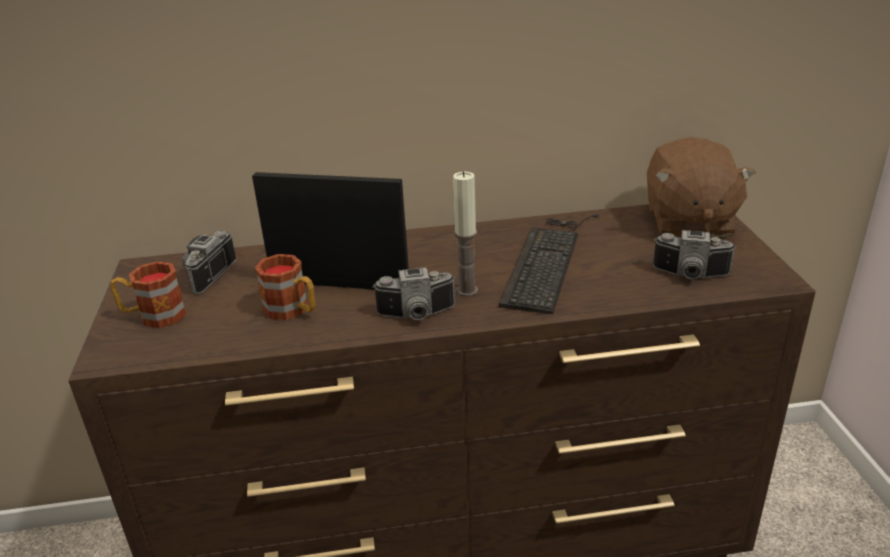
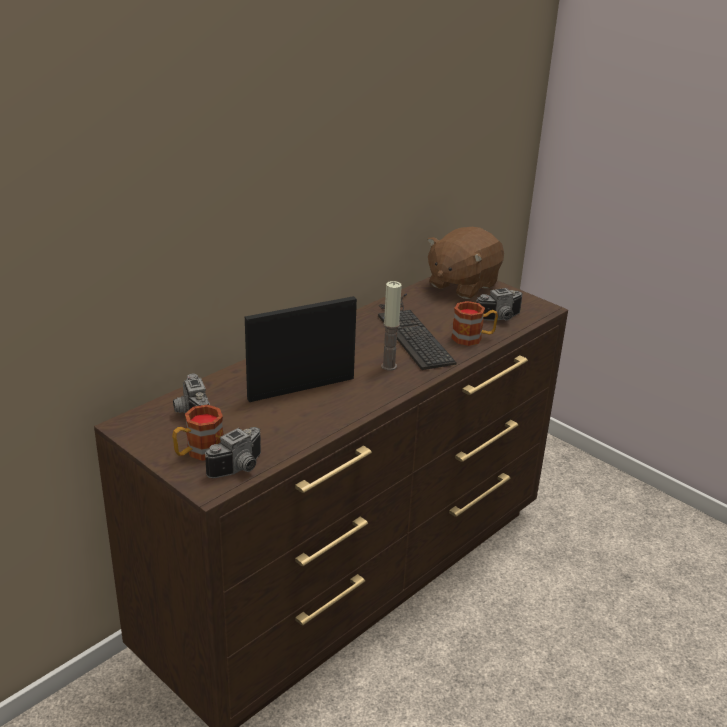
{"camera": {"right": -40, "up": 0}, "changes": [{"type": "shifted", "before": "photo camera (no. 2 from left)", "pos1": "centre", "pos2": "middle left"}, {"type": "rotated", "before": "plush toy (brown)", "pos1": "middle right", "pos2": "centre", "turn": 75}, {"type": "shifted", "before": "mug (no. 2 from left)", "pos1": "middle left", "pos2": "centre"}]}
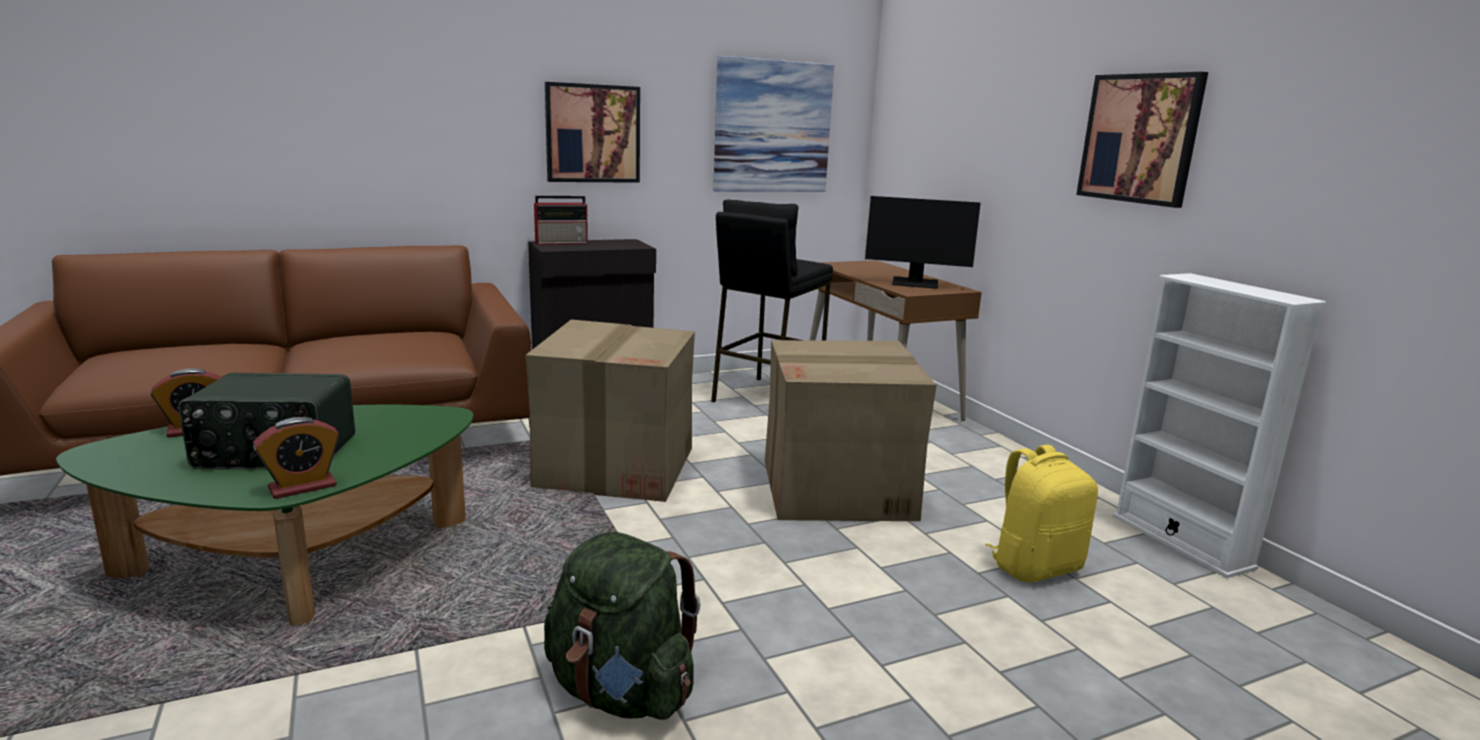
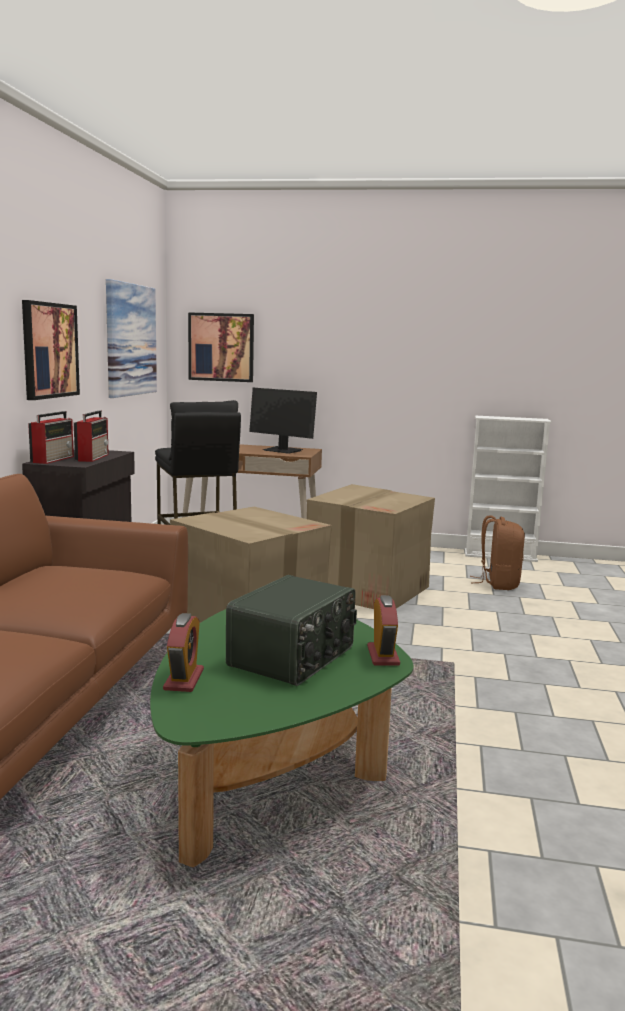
{"camera": {"right": -55, "up": -5}, "changes": [{"type": "new", "after": "radio (no. 2 from left)", "pos2": "middle left"}, {"type": "shifted", "before": "picture (no. 3 from left)", "pos1": "top right", "pos2": "centre"}, {"type": "rotated", "before": "monitor", "pos1": "top centre", "pos2": "centre", "turn": 75}, {"type": "repainted", "before": "backpack (yellow)", "after": "backpack (brown)", "pos1": "bottom right", "pos2": "middle right"}, {"type": "gone", "before": "backpack (green)", "pos1": "bottom centre"}]}
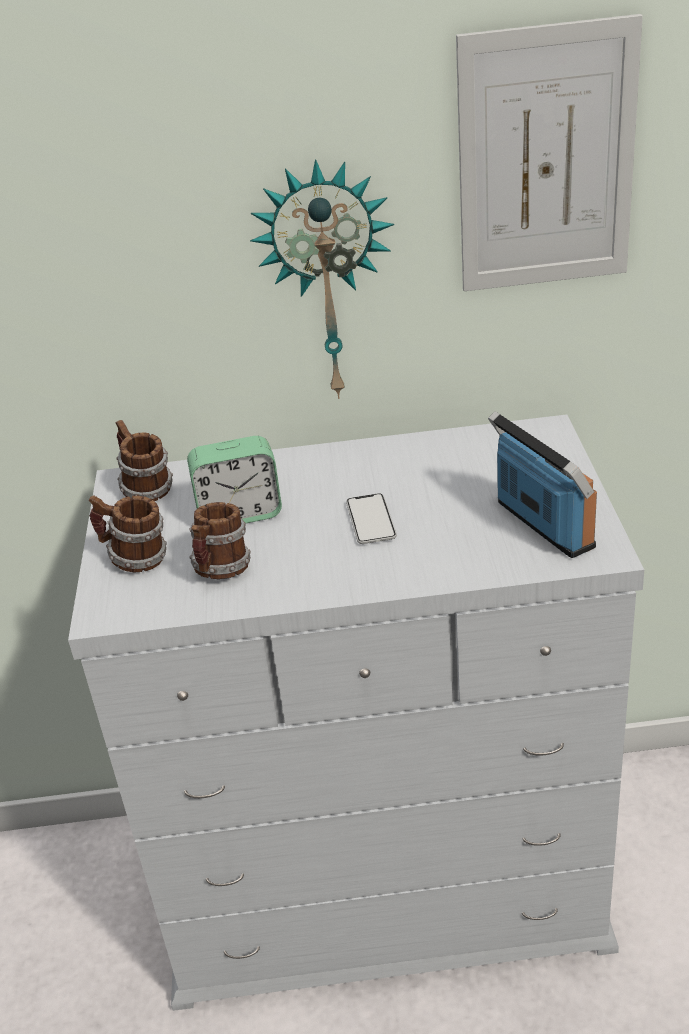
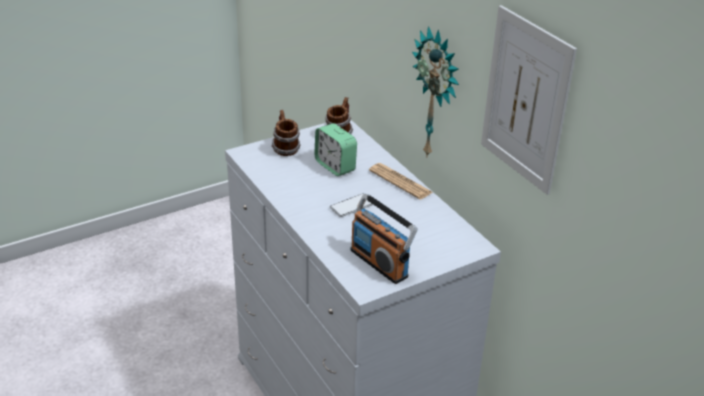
{"camera": {"right": 60, "up": 0}, "changes": [{"type": "rotated", "before": "radio", "pos1": "middle right", "pos2": "centre", "turn": 105}, {"type": "new", "after": "newspaper", "pos2": "centre"}, {"type": "gone", "before": "mug (no. 3 from left)", "pos1": "middle left"}]}
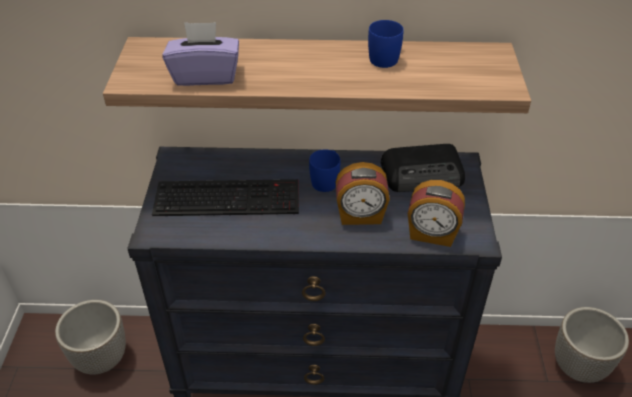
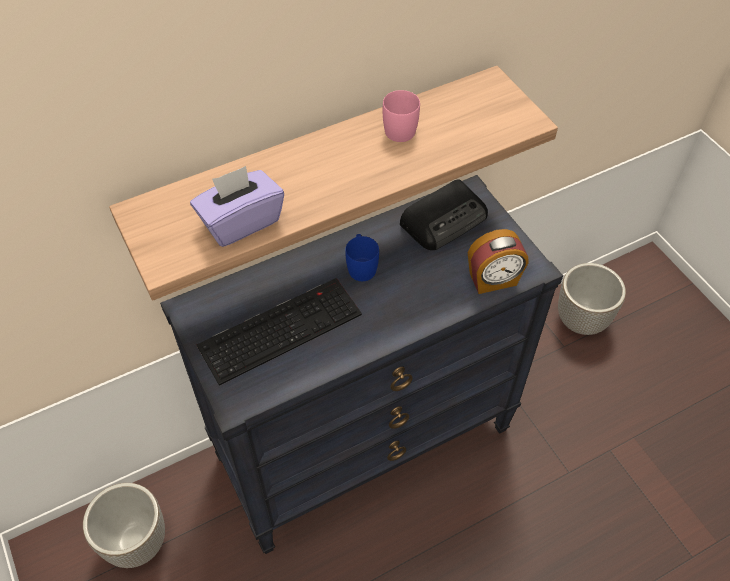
{"camera": {"right": -30, "up": 10}, "changes": [{"type": "repainted", "before": "mug (blue) (no. 2 from left)", "after": "mug (pink)", "pos1": "top centre", "pos2": "top centre"}, {"type": "gone", "before": "alarm clock (no. 1 from left)", "pos1": "centre"}]}
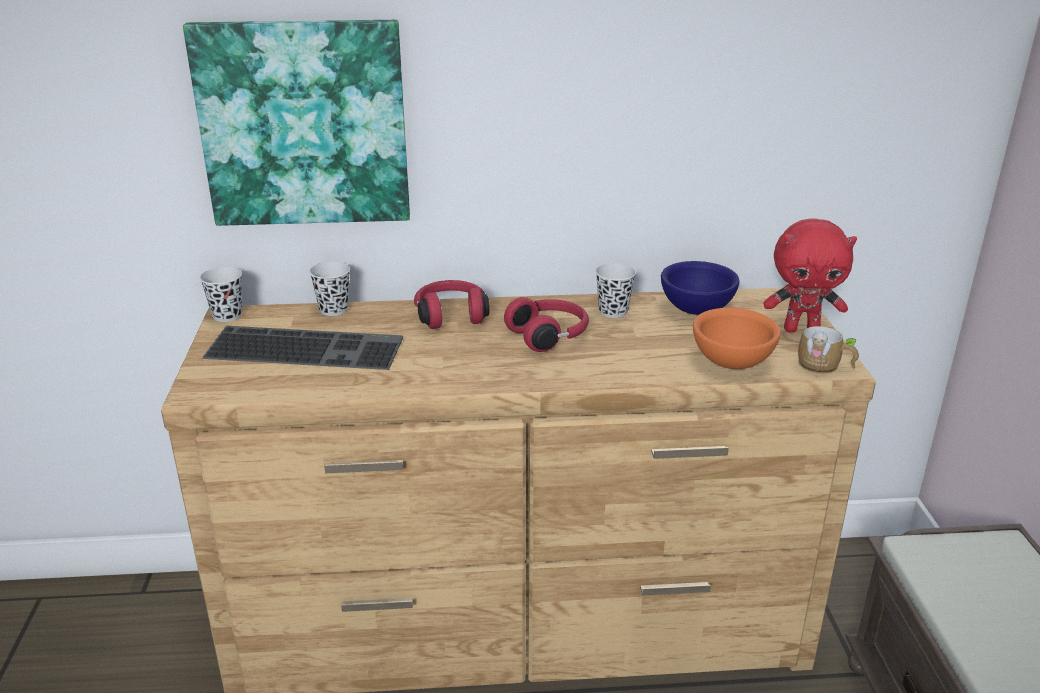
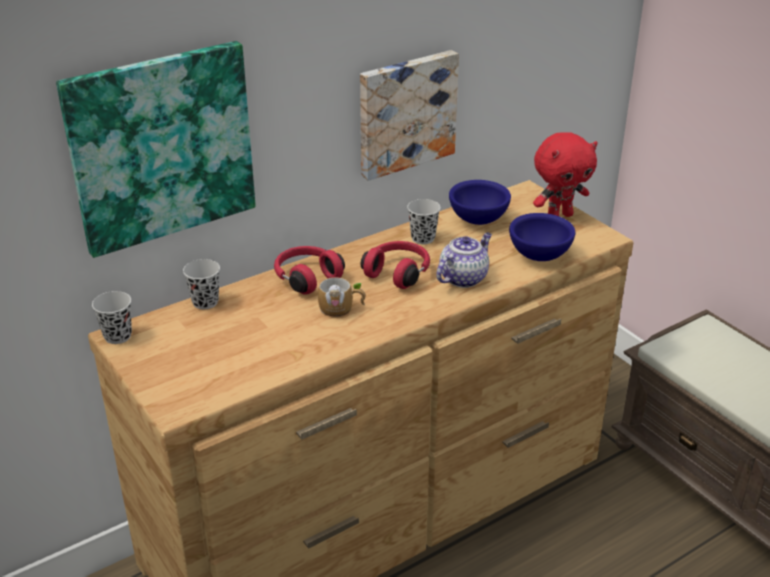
{"camera": {"right": -30, "up": 5}, "changes": [{"type": "shifted", "before": "mug", "pos1": "middle right", "pos2": "centre"}, {"type": "new", "after": "picture (no. 2 from left)", "pos2": "top centre"}, {"type": "new", "after": "teapot", "pos2": "centre"}, {"type": "repainted", "before": "bowl (orange)", "after": "bowl (blue) (no. 2 from left)", "pos1": "middle right", "pos2": "middle right"}, {"type": "gone", "before": "keyboard", "pos1": "middle left"}]}
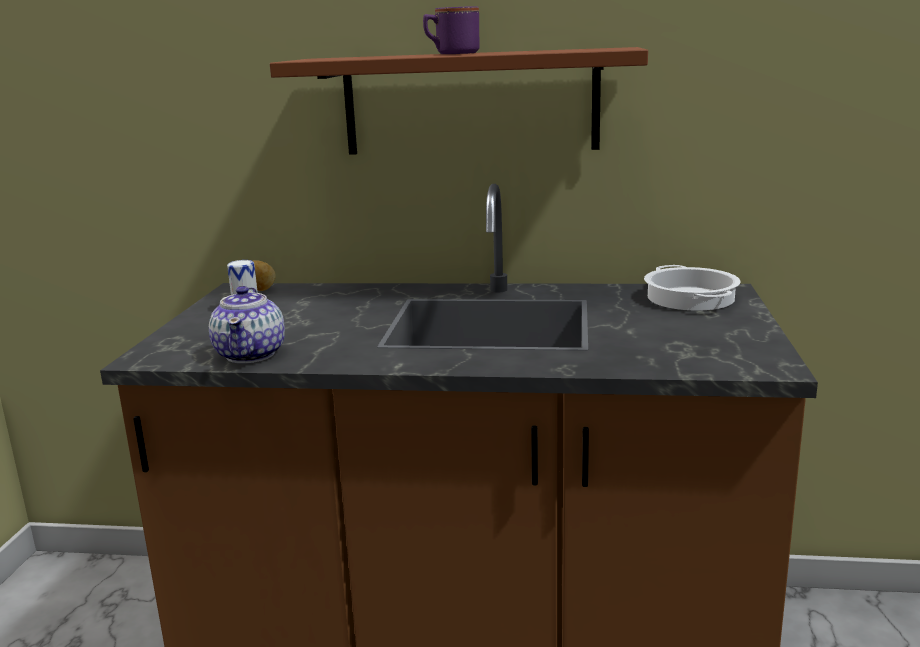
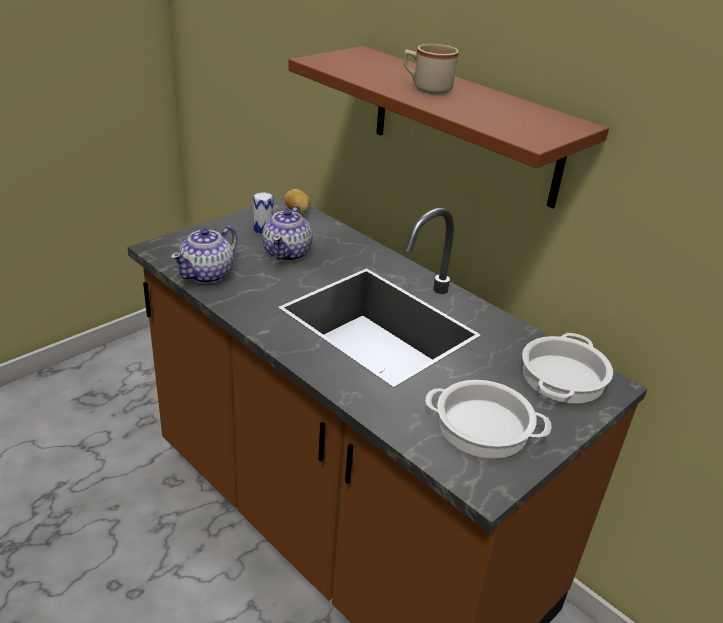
{"camera": {"right": 35, "up": 15}, "changes": [{"type": "new", "after": "teapot (no. 2 from left)", "pos2": "centre"}, {"type": "repainted", "before": "mug (purple)", "after": "mug (beige)", "pos1": "top centre", "pos2": "top centre"}, {"type": "new", "after": "cooking pot (no. 1 from left)", "pos2": "bottom right"}]}
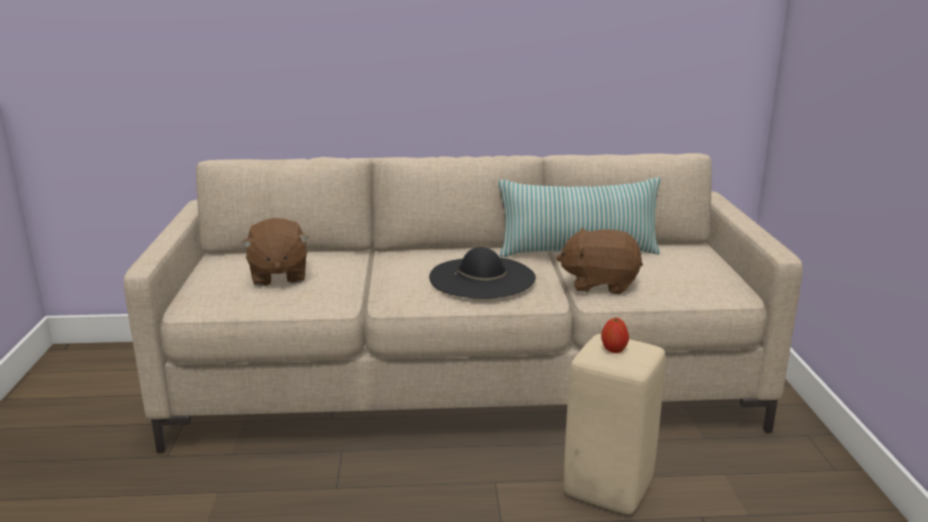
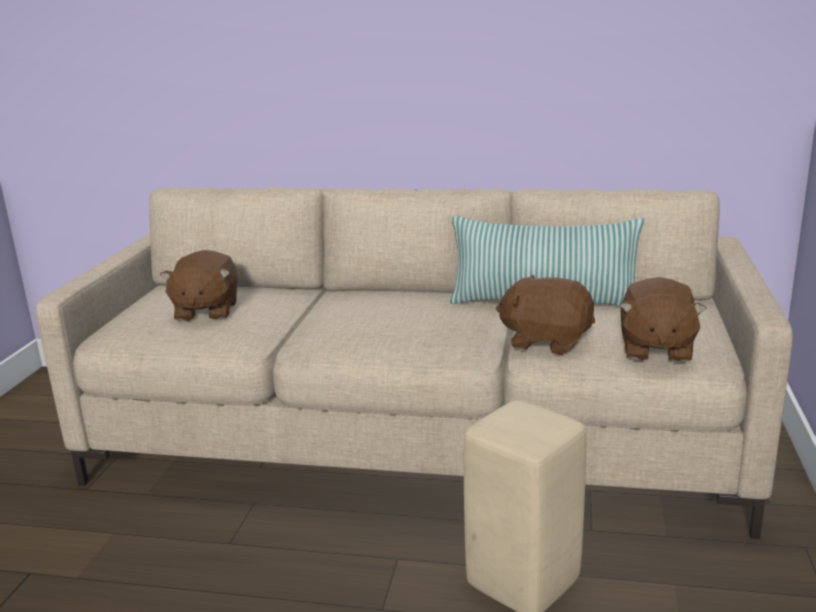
{"camera": {"right": 15, "up": 0}, "changes": [{"type": "new", "after": "plush toy (brown) (no. 3 from left)", "pos2": "middle right"}, {"type": "gone", "before": "hat (black)", "pos1": "centre"}, {"type": "gone", "before": "apple", "pos1": "centre"}]}
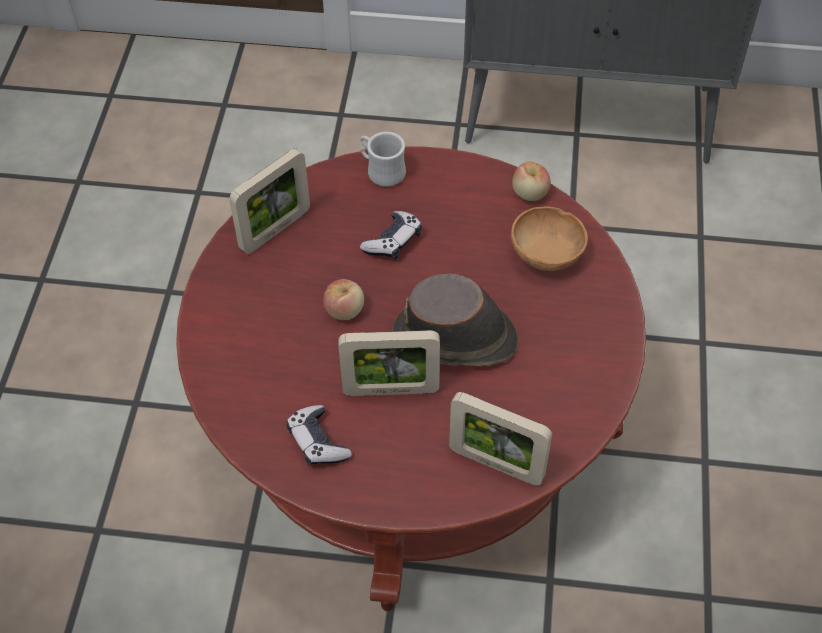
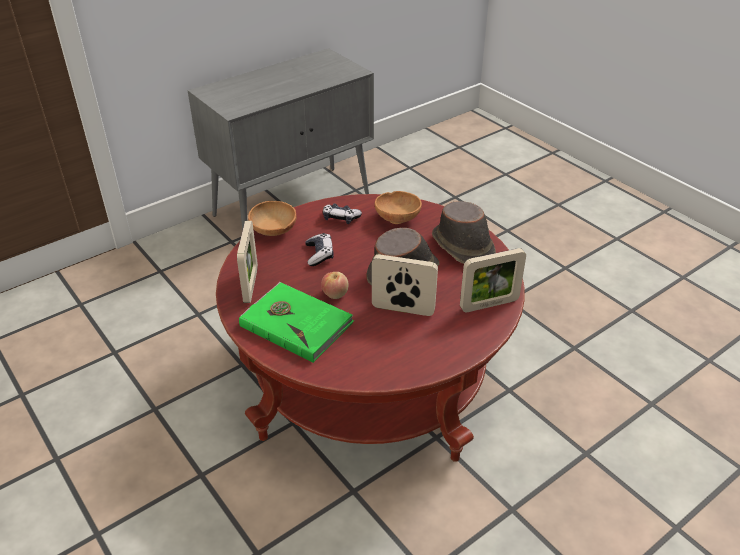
{"camera": {"right": -45, "up": -15}, "changes": [{"type": "new", "after": "book (green)", "pos2": "centre"}, {"type": "swapped", "before": "mug (white)", "after": "bowl (brown) (no. 1 from left)", "pos1": "top centre", "pos2": "centre"}, {"type": "shifted", "before": "game controller (no. 1 from left in the first image)", "after": "game controller (no. 2 from left)", "pos1": "bottom centre", "pos2": "centre"}, {"type": "rotated", "before": "picture frame (no. 2 from left)", "pos1": "centre", "pos2": "centre", "turn": -120}, {"type": "new", "after": "hat (brown) (no. 2 from left)", "pos2": "centre"}, {"type": "gone", "before": "apple (no. 2 from left)", "pos1": "top centre"}]}
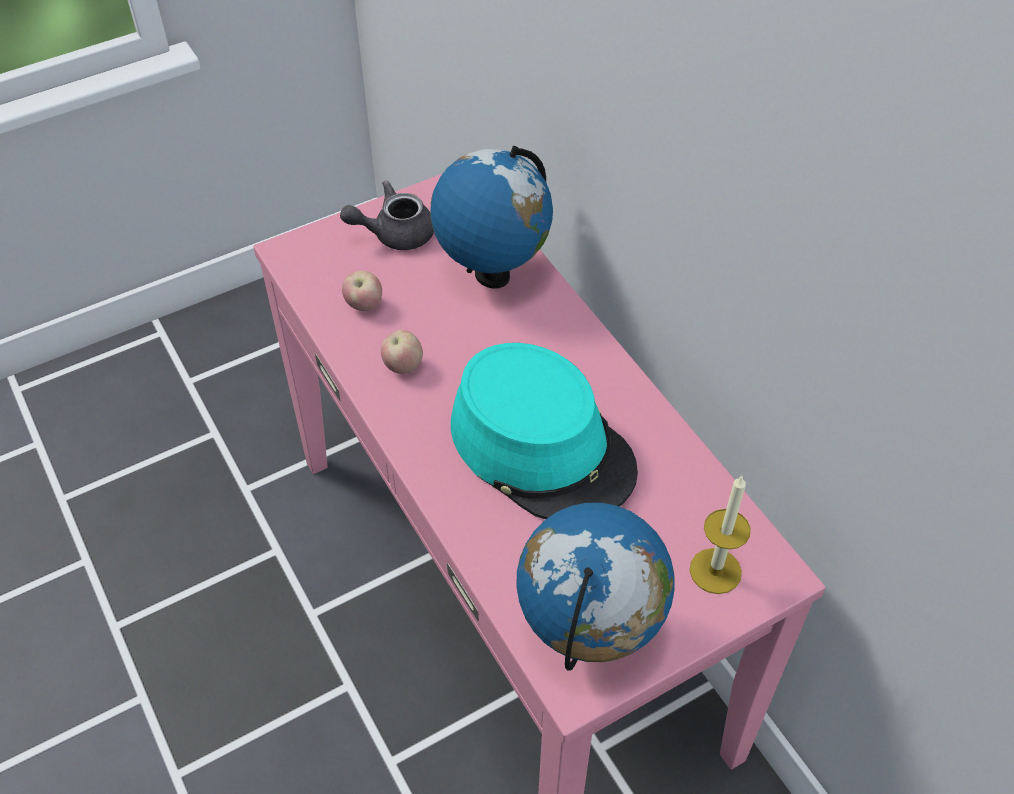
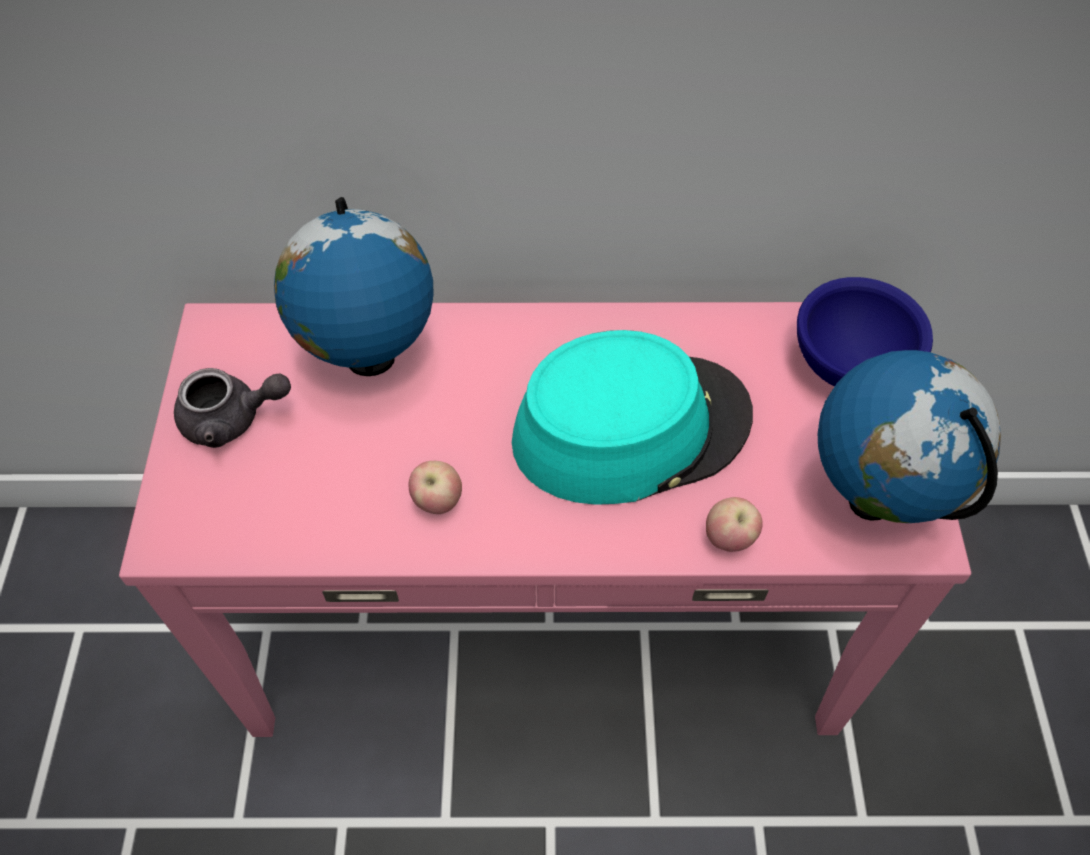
{"camera": {"right": -60, "up": 5}, "changes": [{"type": "rotated", "before": "teapot (grey)", "pos1": "top centre", "pos2": "middle left", "turn": -105}, {"type": "shifted", "before": "apple (no. 1 from left in the first image)", "after": "apple (no. 2 from left)", "pos1": "centre", "pos2": "middle right"}, {"type": "swapped", "before": "candle", "after": "bowl (blue)", "pos1": "bottom right", "pos2": "middle right"}]}
